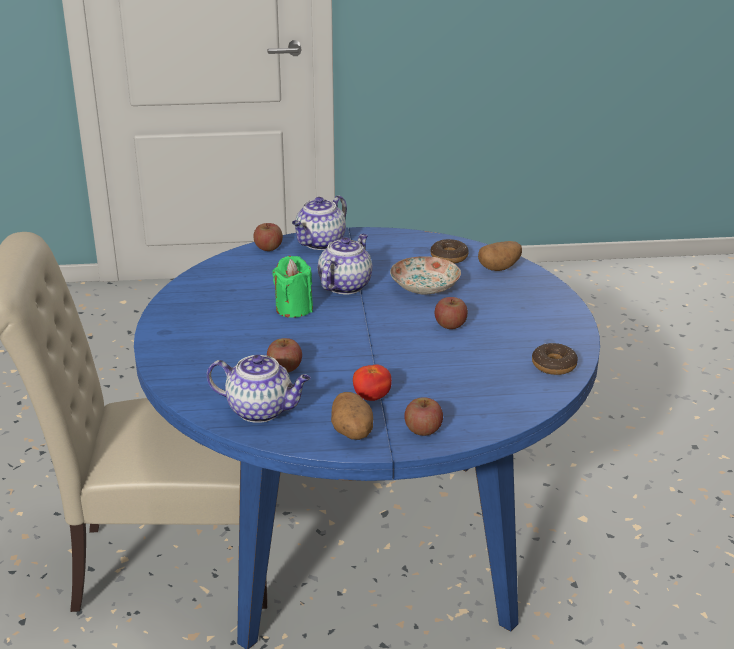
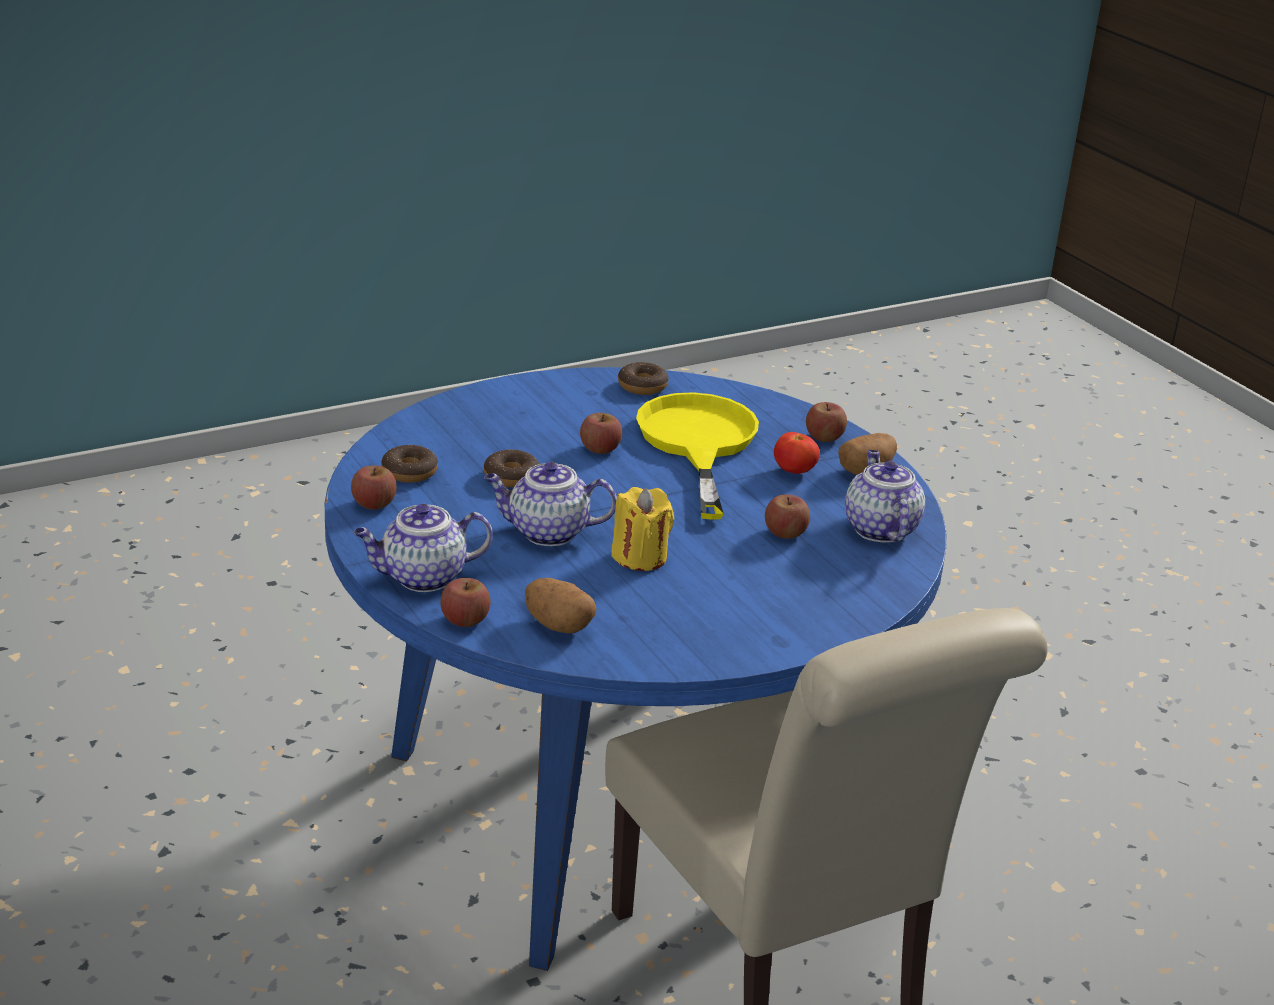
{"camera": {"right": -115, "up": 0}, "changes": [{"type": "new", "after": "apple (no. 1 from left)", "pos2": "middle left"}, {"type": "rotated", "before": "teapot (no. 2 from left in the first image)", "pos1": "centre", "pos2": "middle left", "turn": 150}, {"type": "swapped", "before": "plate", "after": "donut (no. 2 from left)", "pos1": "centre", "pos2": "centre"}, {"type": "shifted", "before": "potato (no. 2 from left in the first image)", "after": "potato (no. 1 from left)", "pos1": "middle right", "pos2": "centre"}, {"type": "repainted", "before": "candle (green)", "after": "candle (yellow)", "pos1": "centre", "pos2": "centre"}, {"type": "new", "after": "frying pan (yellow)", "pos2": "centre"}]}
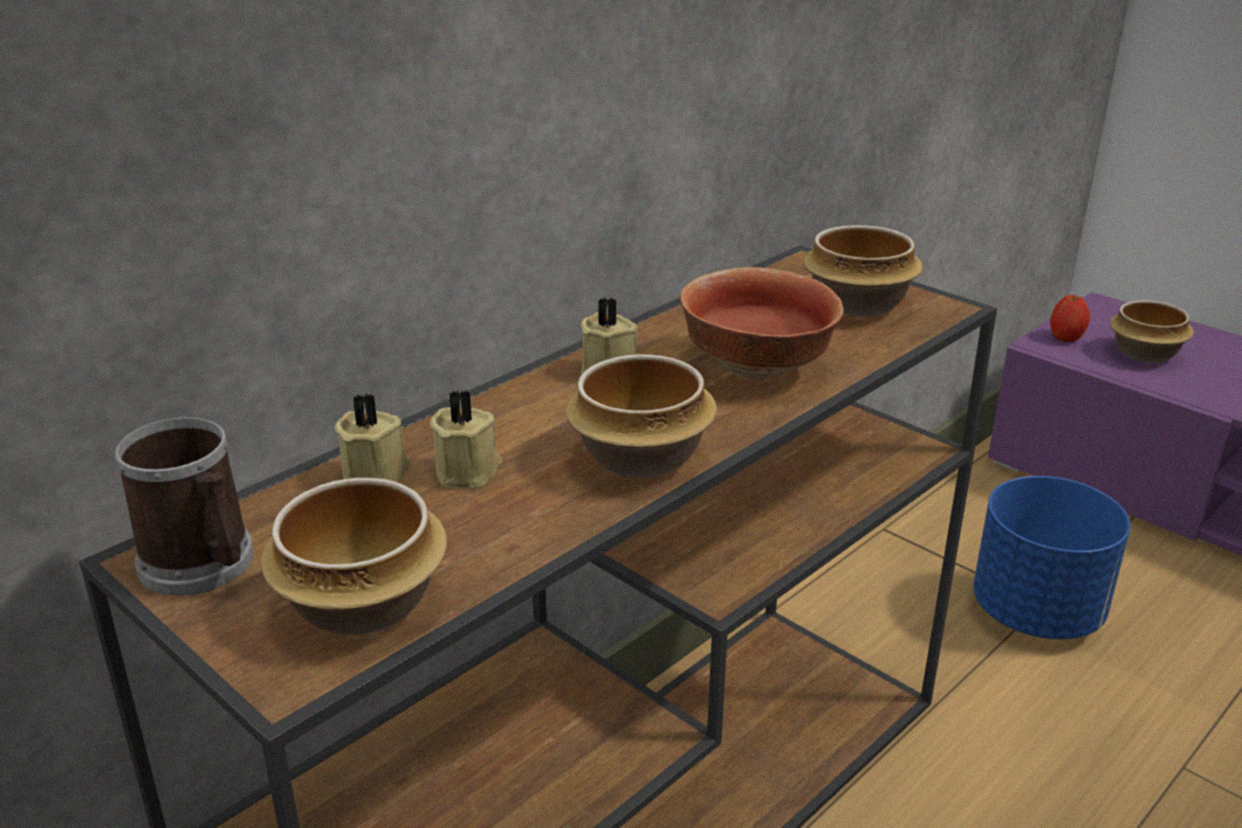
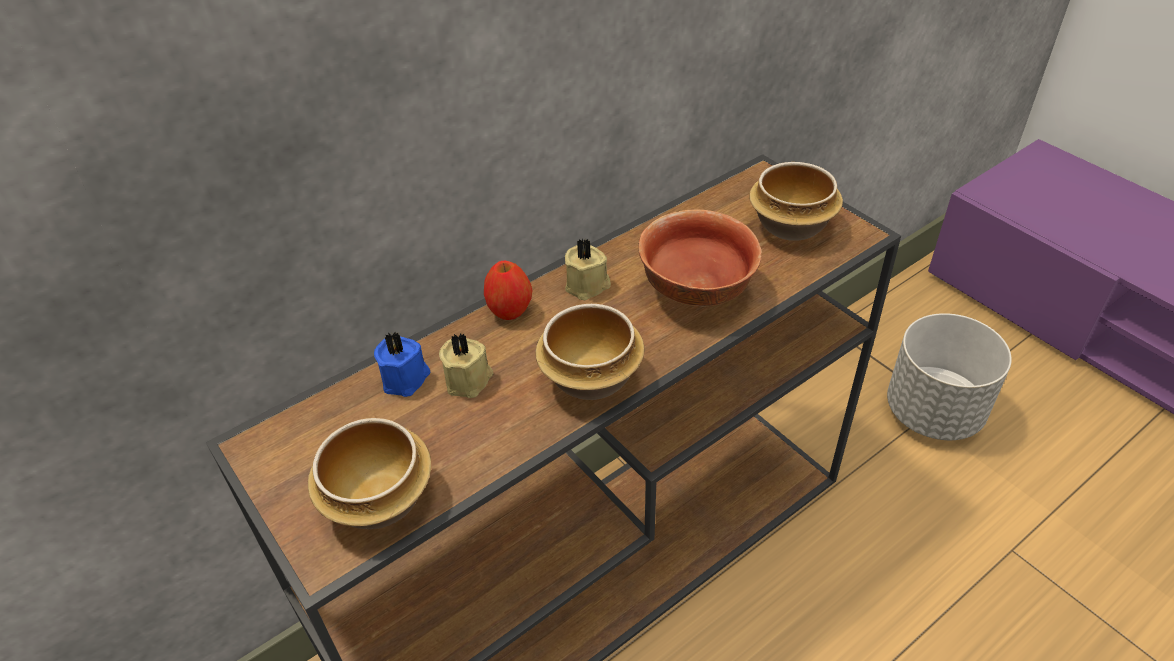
{"camera": {"right": 10, "up": 15}, "changes": [{"type": "repainted", "before": "candle (beige) (no. 1 from left)", "after": "candle (blue)", "pos1": "middle left", "pos2": "centre"}, {"type": "shifted", "before": "apple", "pos1": "middle right", "pos2": "centre"}, {"type": "repainted", "before": "planter (blue)", "after": "planter (grey)", "pos1": "bottom right", "pos2": "middle right"}, {"type": "gone", "before": "mug", "pos1": "middle left"}, {"type": "gone", "before": "bowl (no. 5 from left)", "pos1": "middle right"}]}
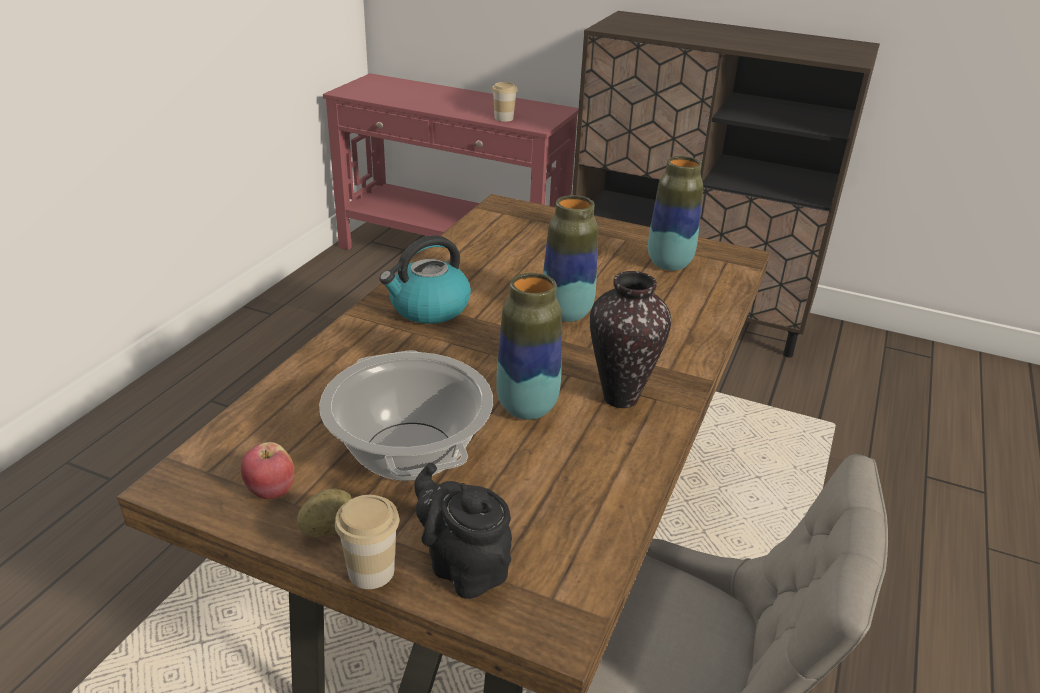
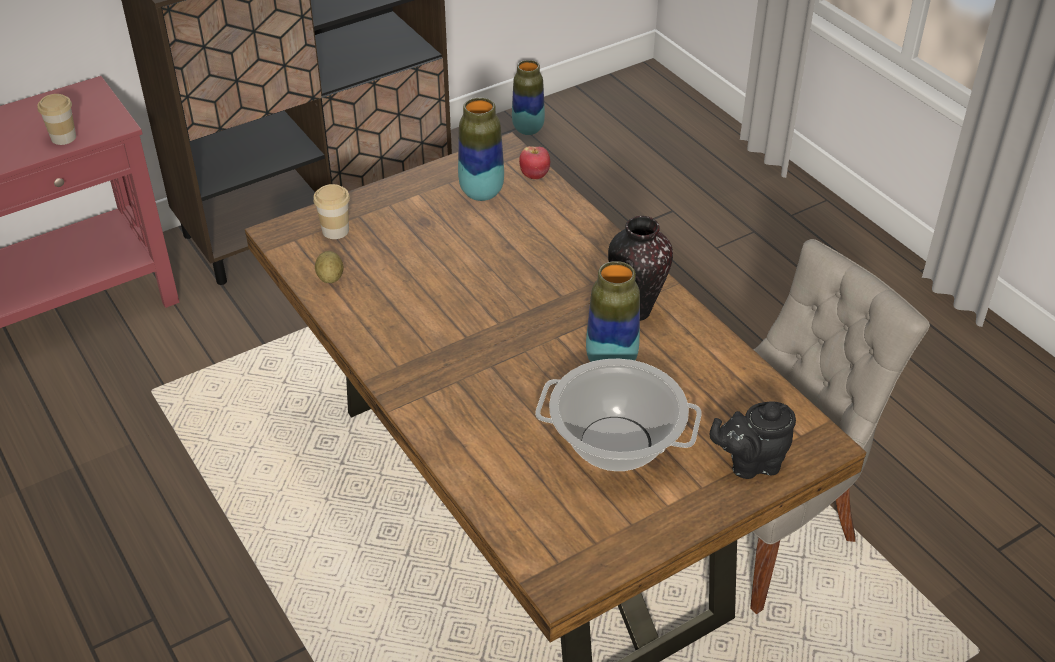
{"camera": {"right": -55, "up": 10}, "changes": [{"type": "shifted", "before": "cup (no. 1 from left in the first image)", "after": "cup (no. 2 from left)", "pos1": "bottom centre", "pos2": "top left"}, {"type": "shifted", "before": "potato", "pos1": "bottom left", "pos2": "middle left"}, {"type": "shifted", "before": "vase (no. 2 from left)", "pos1": "centre", "pos2": "top centre"}, {"type": "shifted", "before": "apple", "pos1": "bottom left", "pos2": "top centre"}, {"type": "gone", "before": "kettle", "pos1": "centre"}]}
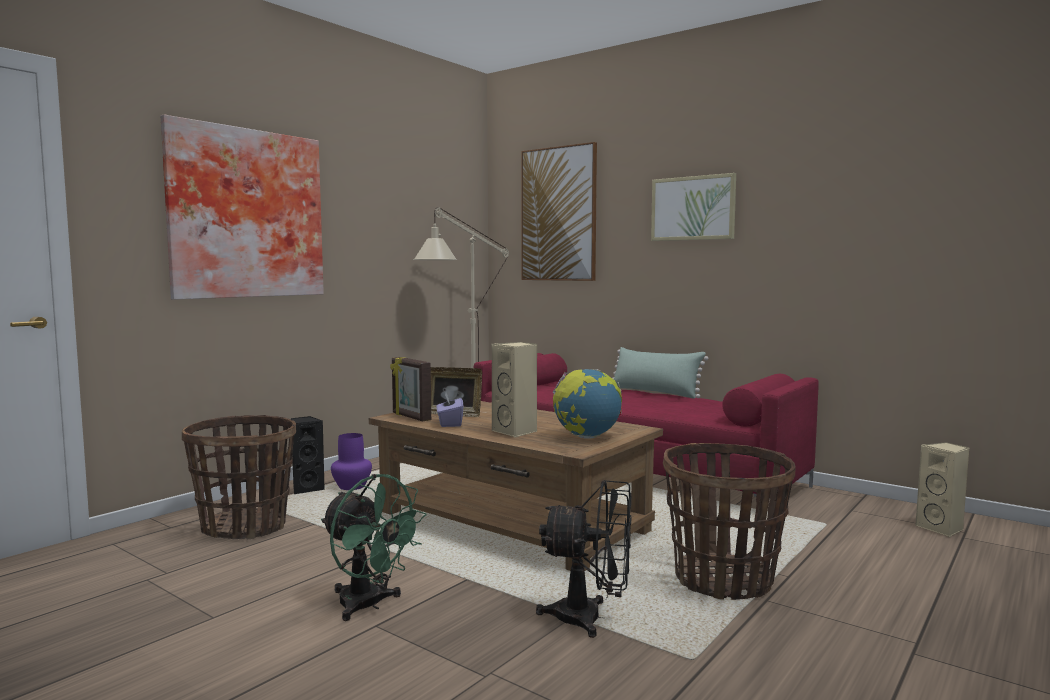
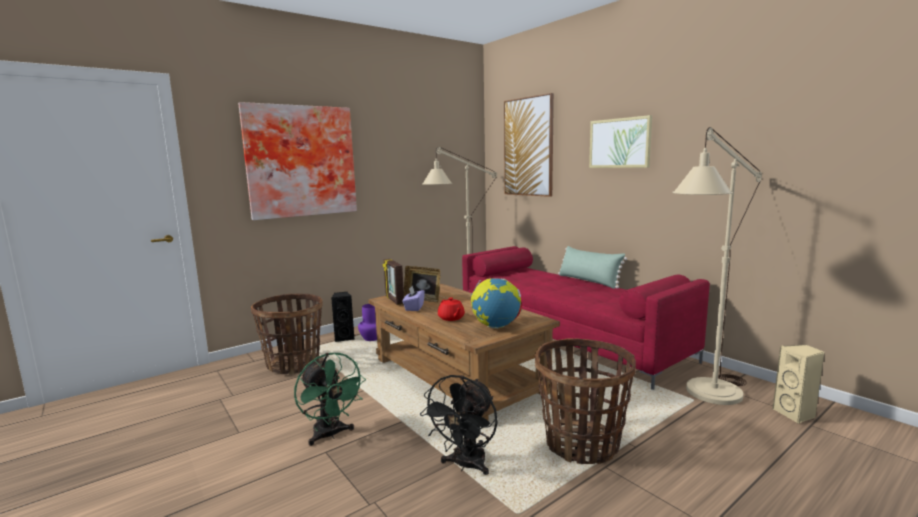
{"camera": {"right": 15, "up": 5}, "changes": [{"type": "rotated", "before": "fan (black)", "pos1": "bottom centre", "pos2": "bottom centre", "turn": 90}, {"type": "swapped", "before": "speaker (beige) (no. 1 from left)", "after": "teapot (red)", "pos1": "centre", "pos2": "centre"}, {"type": "new", "after": "floor lamp (beige) (no. 2 from left)", "pos2": "middle right"}]}
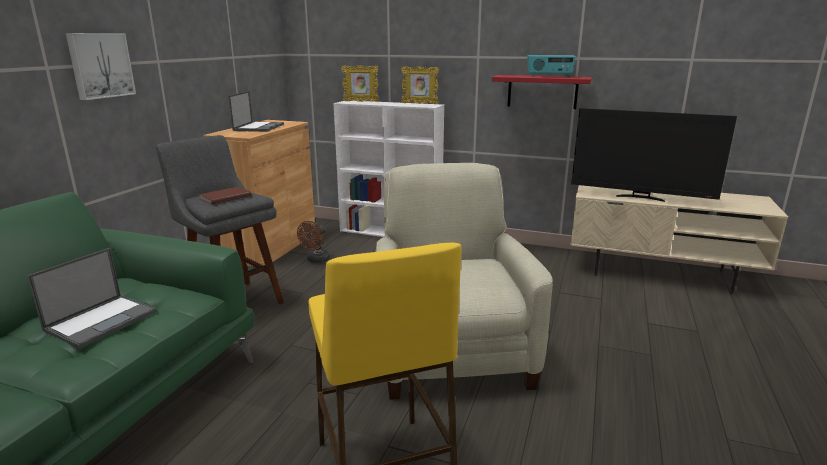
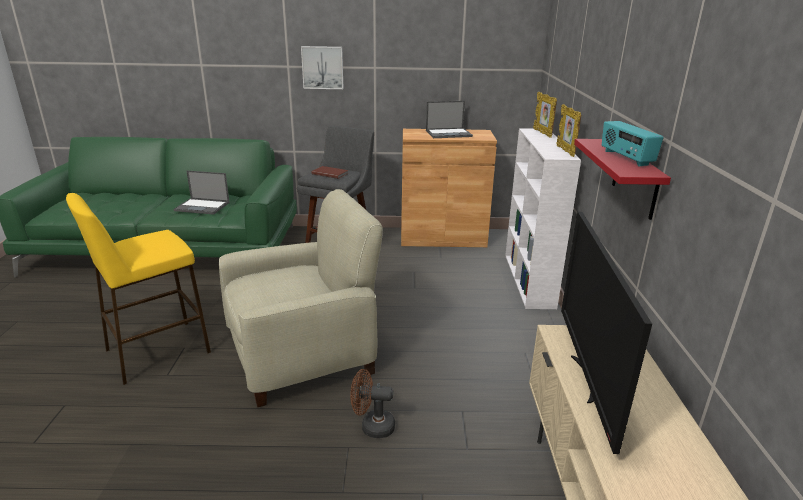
{"camera": {"right": 70, "up": 5}, "changes": [{"type": "shifted", "before": "fan (brown)", "pos1": "centre", "pos2": "bottom centre"}]}
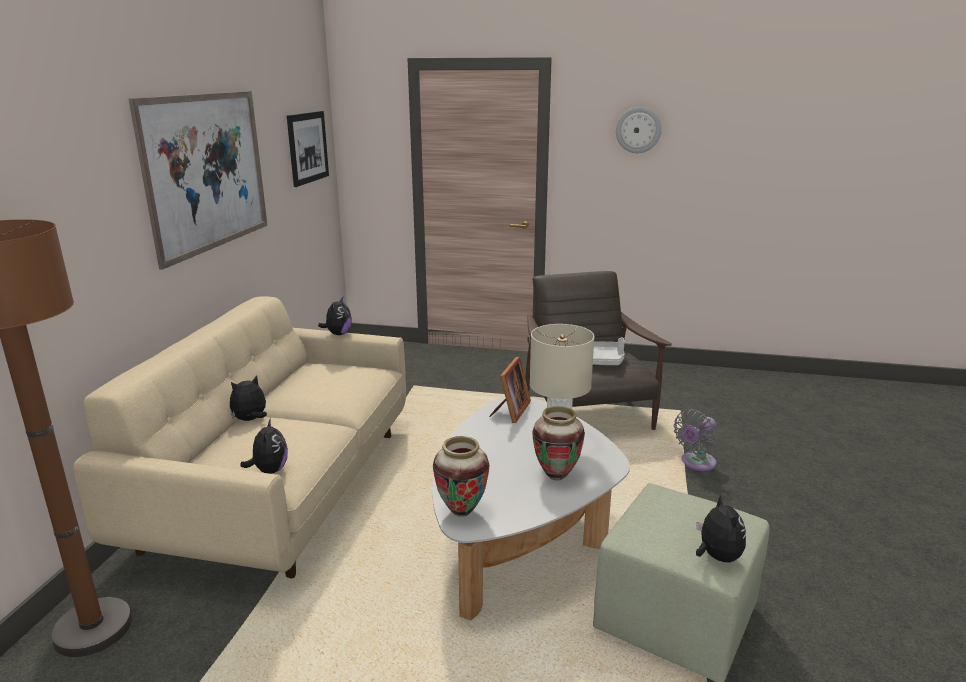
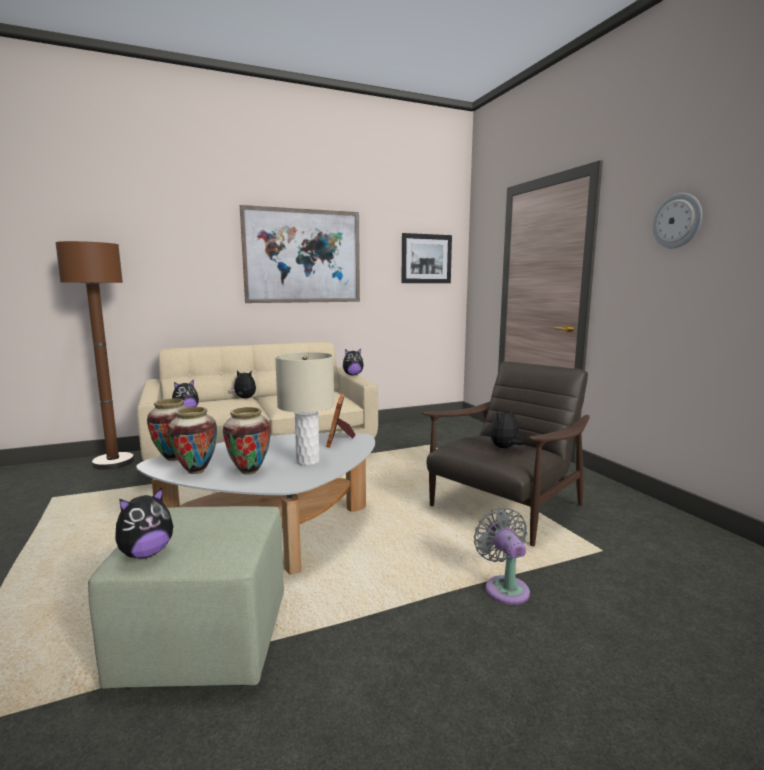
{"camera": {"right": 55, "up": -10}, "changes": [{"type": "new", "after": "vase (no. 2 from left)", "pos2": "middle left"}, {"type": "rotated", "before": "picture frame", "pos1": "centre", "pos2": "centre", "turn": 105}, {"type": "rotated", "before": "fan (grey)", "pos1": "middle right", "pos2": "bottom centre", "turn": 60}, {"type": "swapped", "before": "tray (grey)", "after": "plush toy (no. 5 from left)", "pos1": "centre", "pos2": "centre"}]}
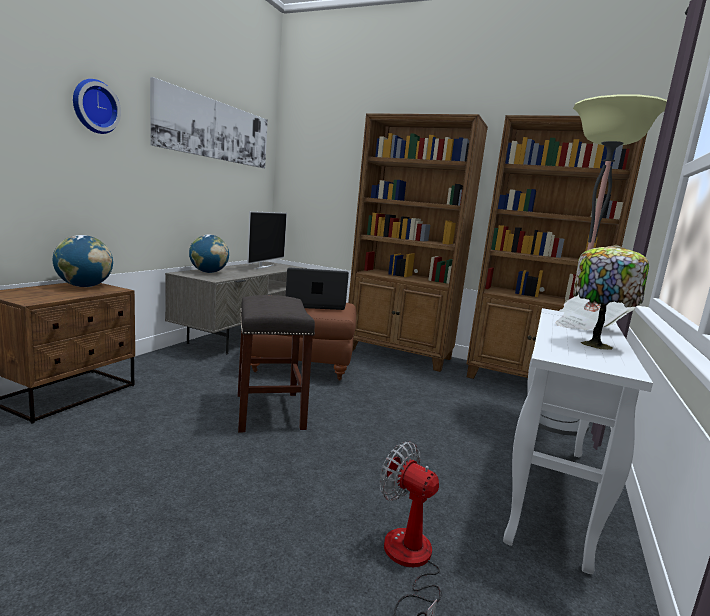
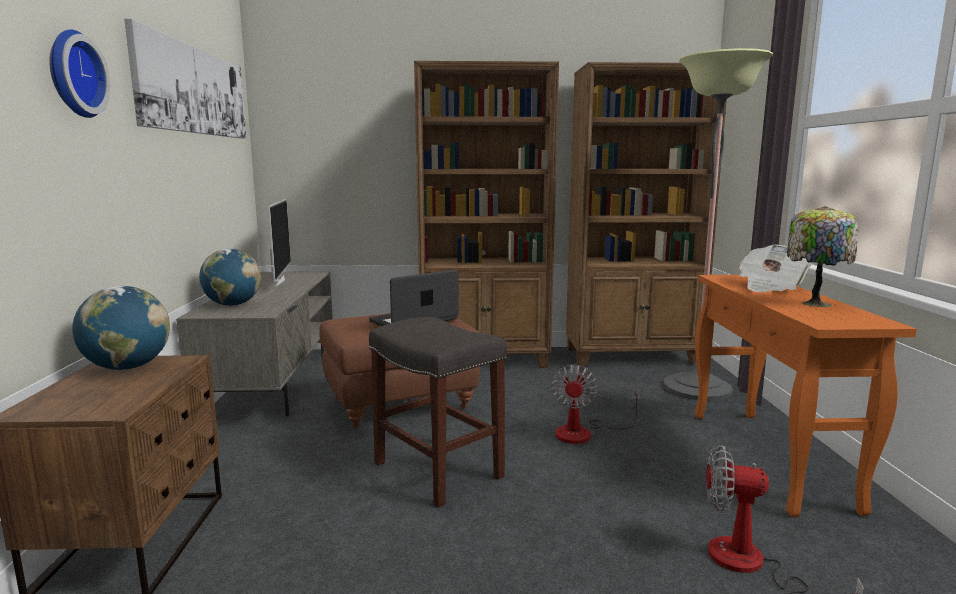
{"camera": {"right": -25, "up": 0}, "changes": [{"type": "new", "after": "fan (no. 1 from left)", "pos2": "bottom centre"}, {"type": "repainted", "before": "console table (white)", "after": "console table (orange)", "pos1": "bottom right", "pos2": "bottom right"}]}
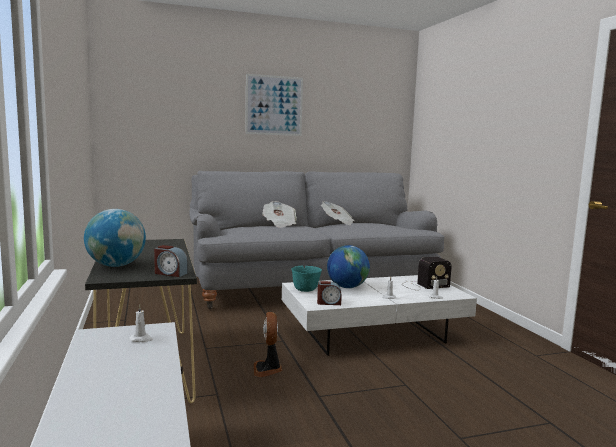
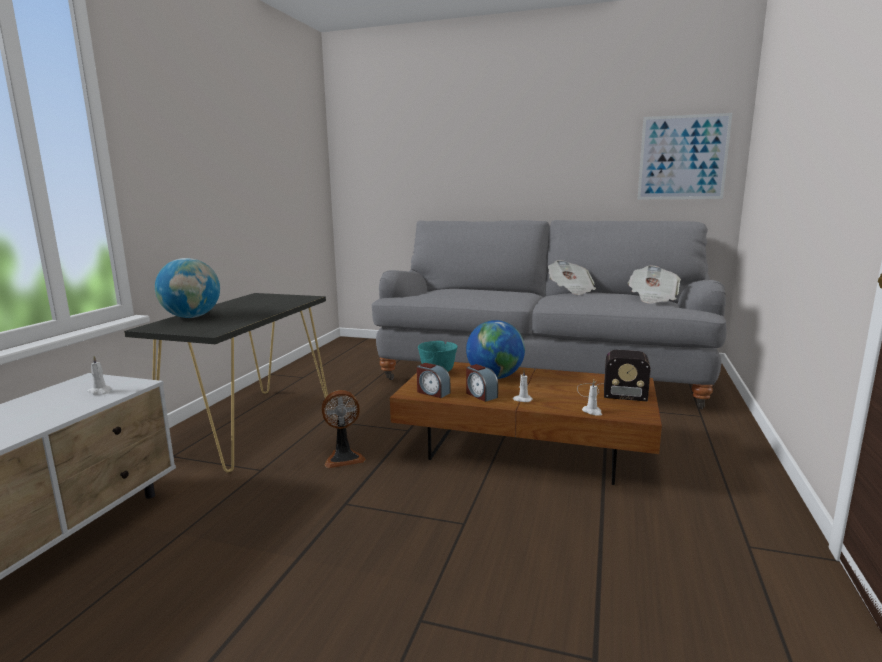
{"camera": {"right": 35, "up": 5}, "changes": [{"type": "rotated", "before": "fan", "pos1": "bottom centre", "pos2": "centre", "turn": -135}, {"type": "repainted", "before": "coffee table (white)", "after": "coffee table (brown)", "pos1": "bottom centre", "pos2": "centre"}, {"type": "shifted", "before": "alarm clock (no. 1 from left in the first image)", "after": "alarm clock (no. 2 from left)", "pos1": "middle left", "pos2": "centre"}, {"type": "shifted", "before": "newspaper (no. 1 from left in the first image)", "after": "newspaper (no. 2 from left)", "pos1": "centre", "pos2": "middle right"}, {"type": "shifted", "before": "picture", "pos1": "top centre", "pos2": "top right"}]}
